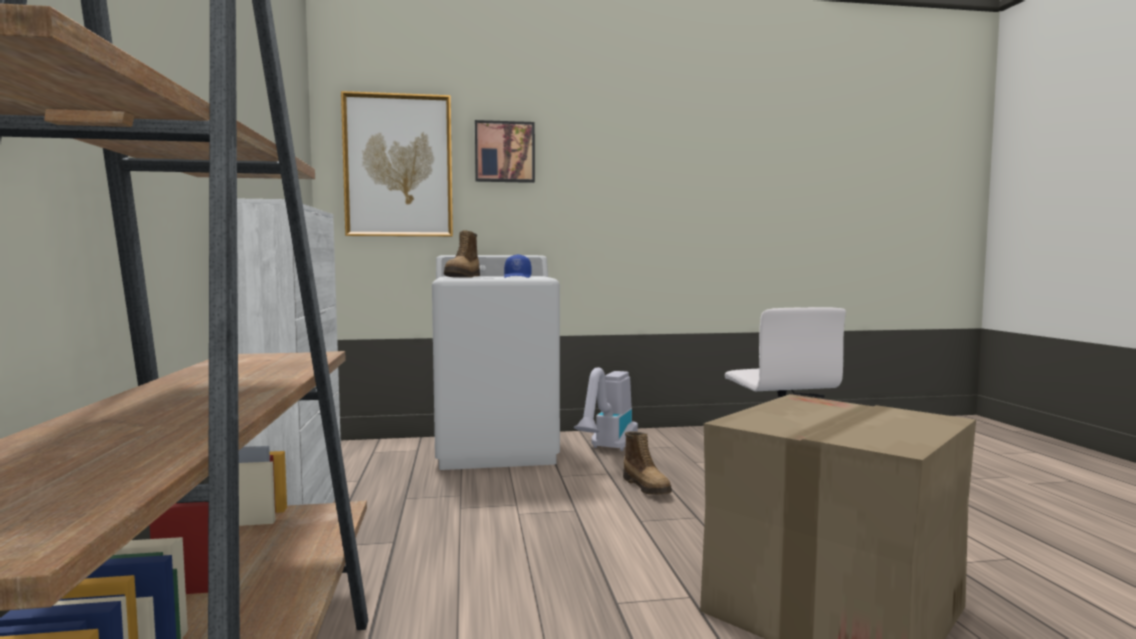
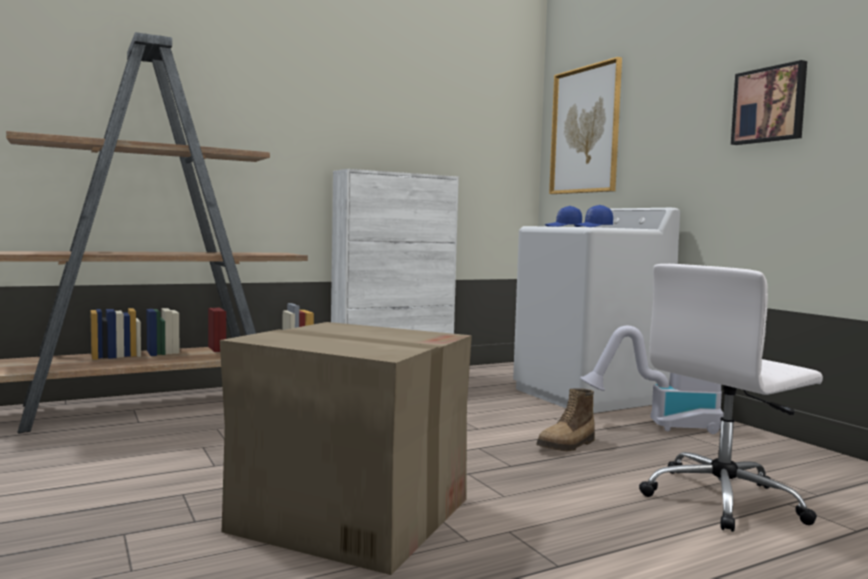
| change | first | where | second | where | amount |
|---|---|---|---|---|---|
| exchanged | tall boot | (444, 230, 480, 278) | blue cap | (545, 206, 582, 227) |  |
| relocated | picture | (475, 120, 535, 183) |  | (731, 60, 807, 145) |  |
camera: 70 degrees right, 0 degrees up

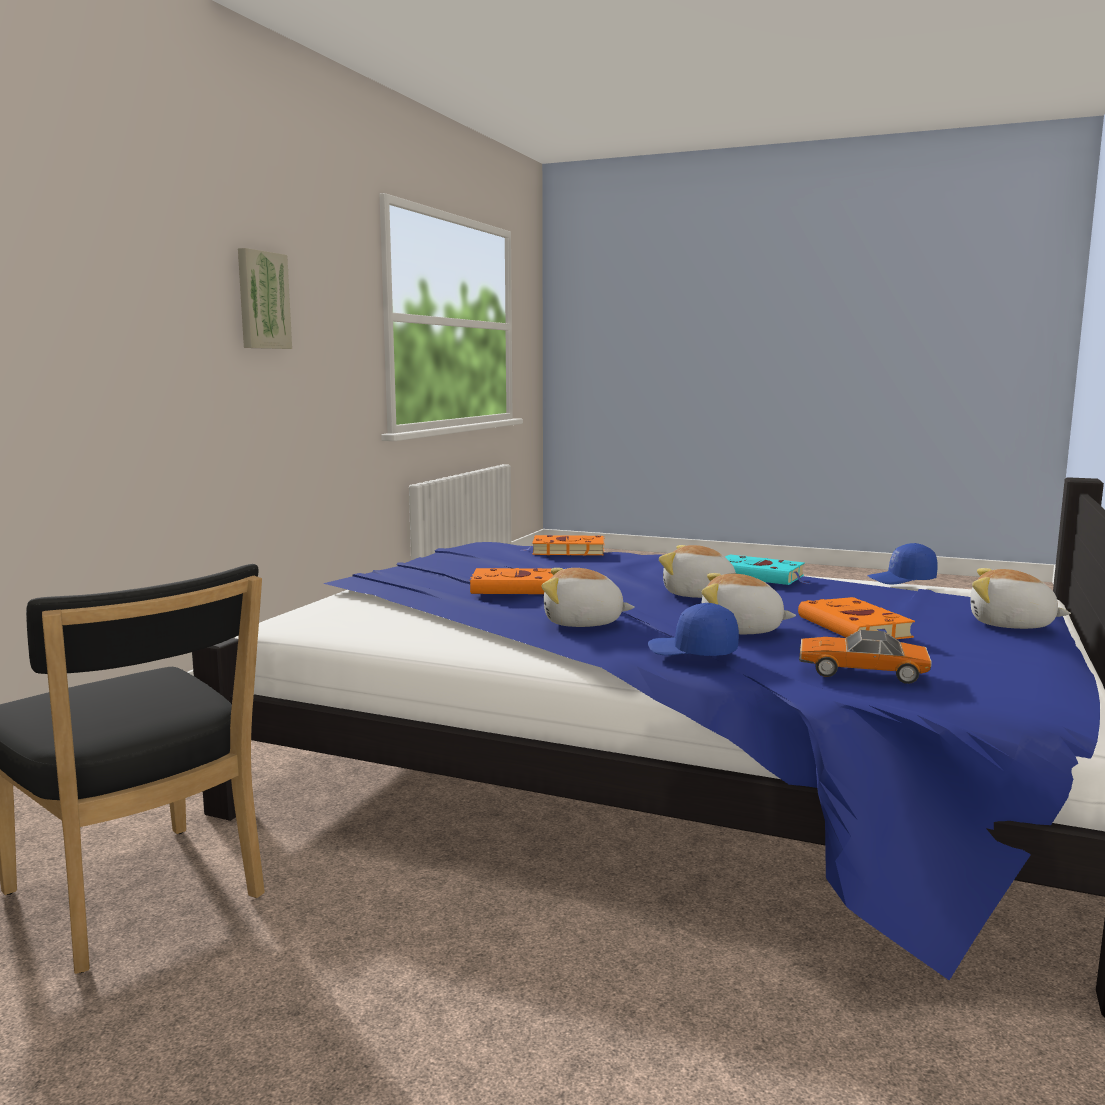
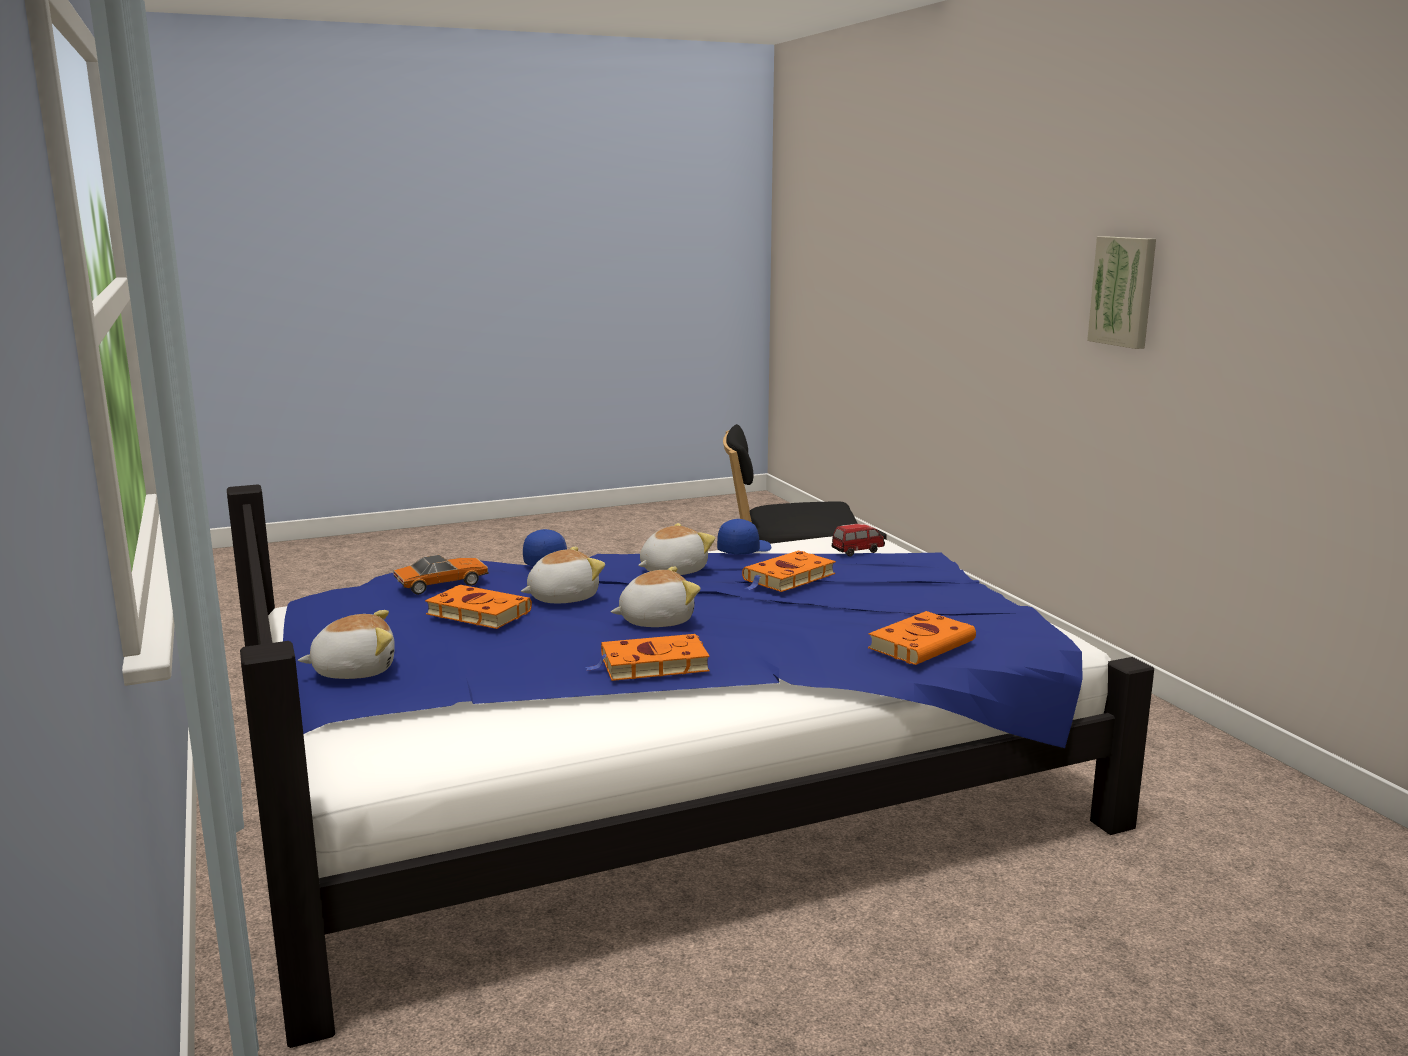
| change | first | where | second | where | amount |
|---|---|---|---|---|---|
| relocated | picture | (238, 248, 292, 349) |  | (1087, 236, 1156, 349) |  |
| colour | blue-green book | (725, 555, 811, 585) | orange book | (586, 634, 710, 681) |  |
| relocated | blue cap | (867, 543, 938, 584) |  | (717, 519, 771, 555) |  |
| appeared |  |  | miniature car | (832, 524, 885, 556) |  |
camera: 135 degrees right, 5 degrees up

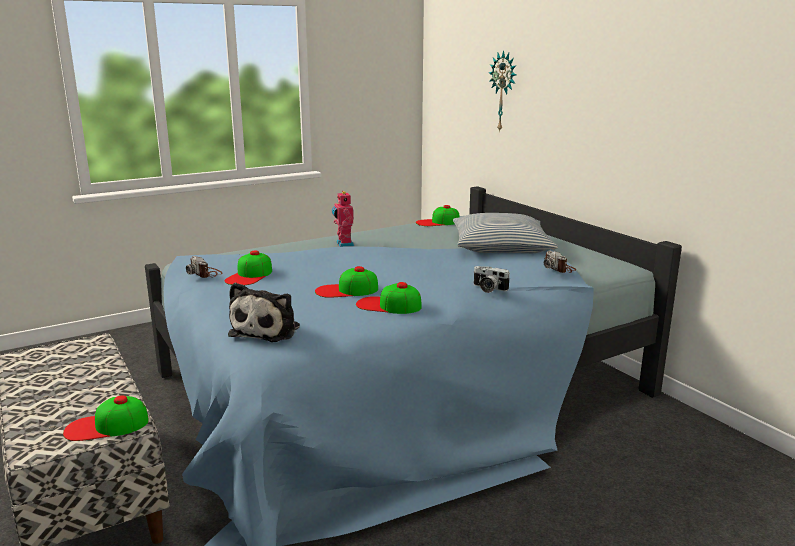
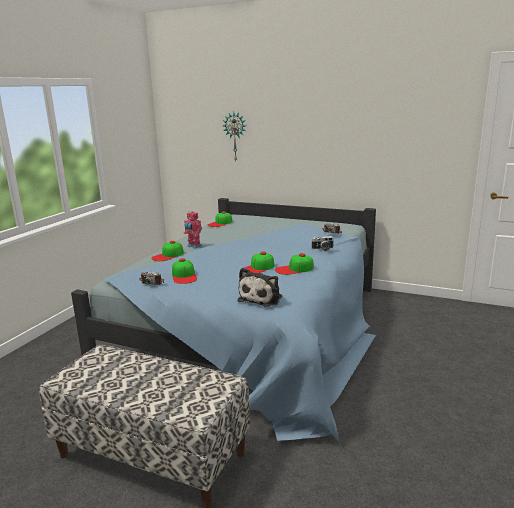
| change | first | where | second | where | amount |
|---|---|---|---|---|---|
| relocated | cap | (63, 395, 149, 441) |  | (151, 241, 184, 261) |  |
| spun | cuddly toy | (228, 282, 300, 342) |  | (238, 268, 282, 307) | 45 degrees clockwise |
| missing | pillow | (453, 213, 558, 253) |  |  |  |
camera: 35 degrees left, 0 degrees up

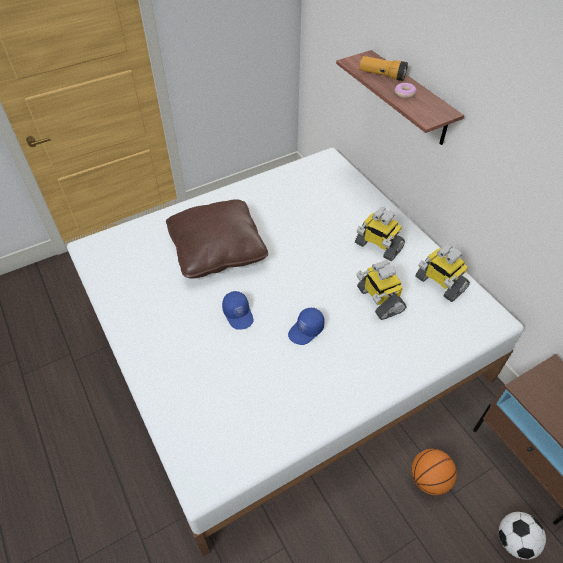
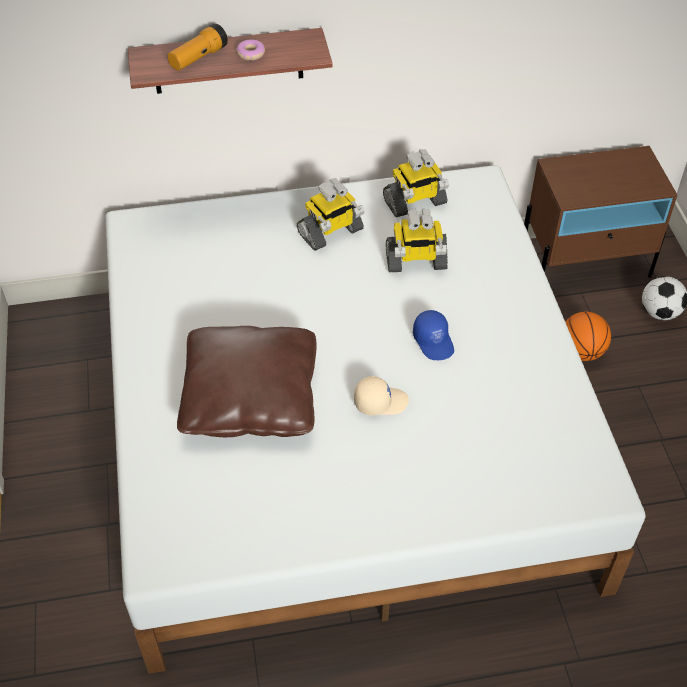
| change | first | where | second | where | amount |
|---|---|---|---|---|---|
| colour | blue cap | (222, 291, 253, 330) | sand-coloured cap | (354, 376, 409, 415) |  |
camera: 70 degrees left, 0 degrees up

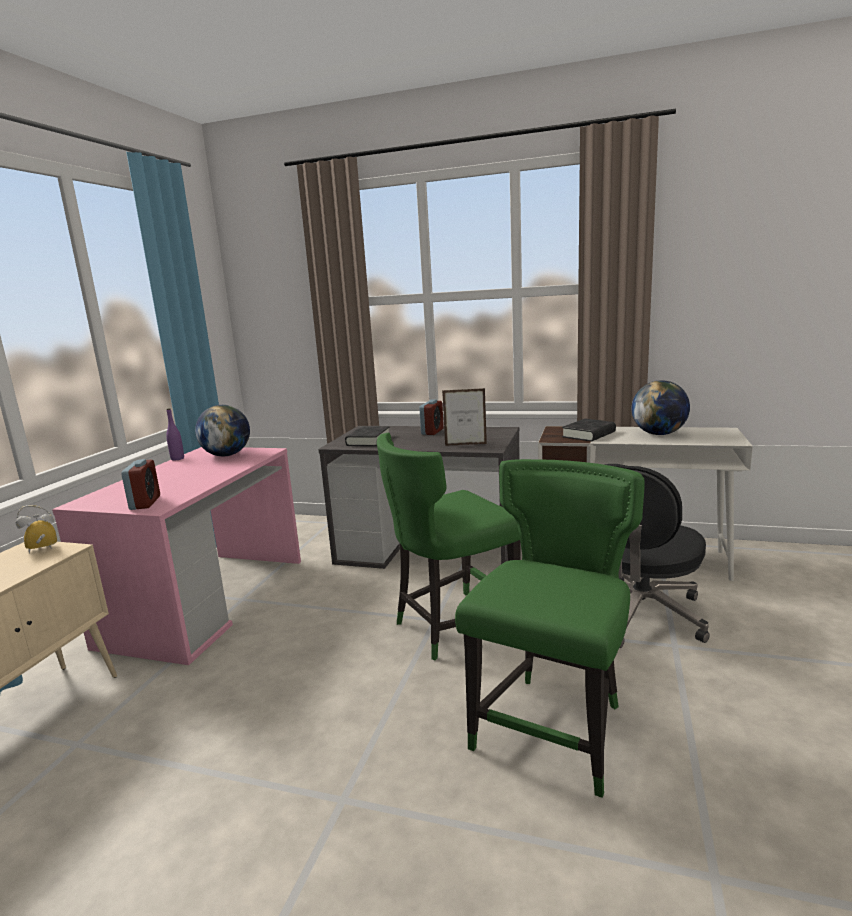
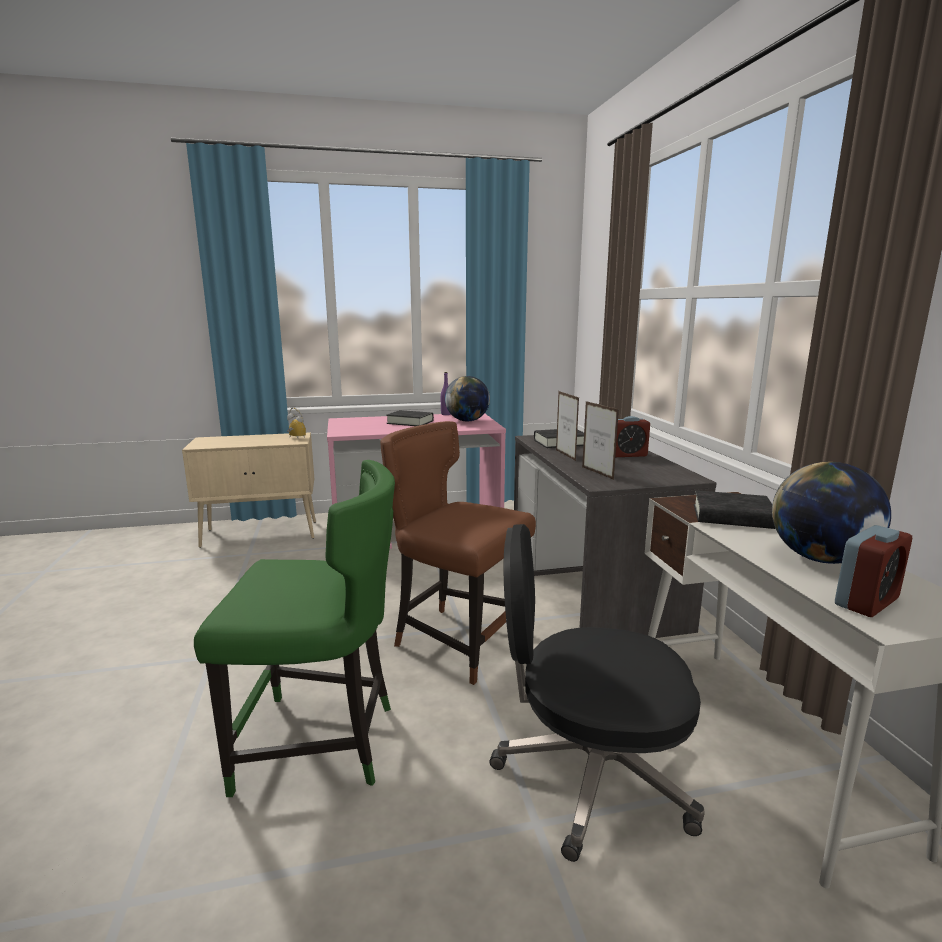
| change | first | where | second | where | amount |
|---|---|---|---|---|---|
| relocated | table clock | (121, 459, 160, 510) |  | (835, 525, 912, 617) |  |
| colour | green upright chair | (377, 433, 521, 661) | brown-coloured upright chair | (380, 421, 536, 685) |  |
| appeared |  |  | black book | (386, 410, 434, 426) |  |
| appeared |  |  | photo frame | (556, 391, 579, 461) |  |
camera: 60 degrees right, 0 degrees up

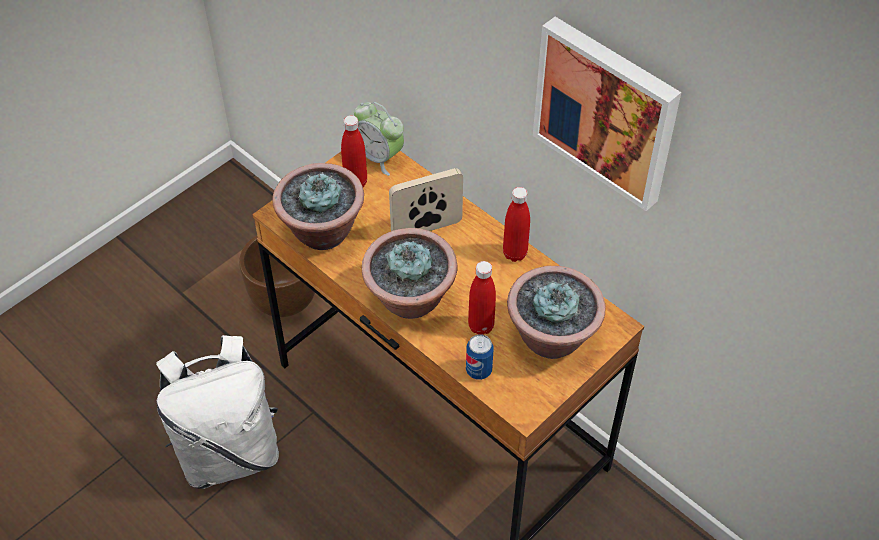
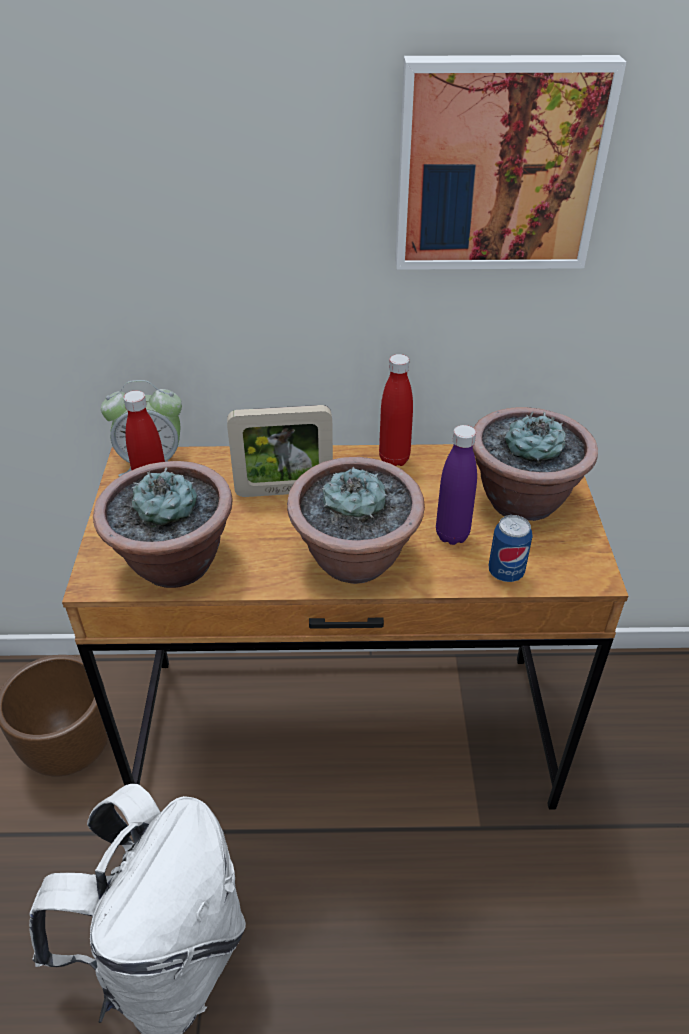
| change | first | where | second | where | amount |
|---|---|---|---|---|---|
| spun | photo frame | (389, 168, 463, 231) |  | (227, 405, 333, 497) | 120 degrees counterclockwise |
| colour | reddish beverage bottle | (468, 261, 496, 335) | purple-coloured beverage bottle | (436, 425, 477, 545) |  |
camera: 45 degrees left, 10 degrees down

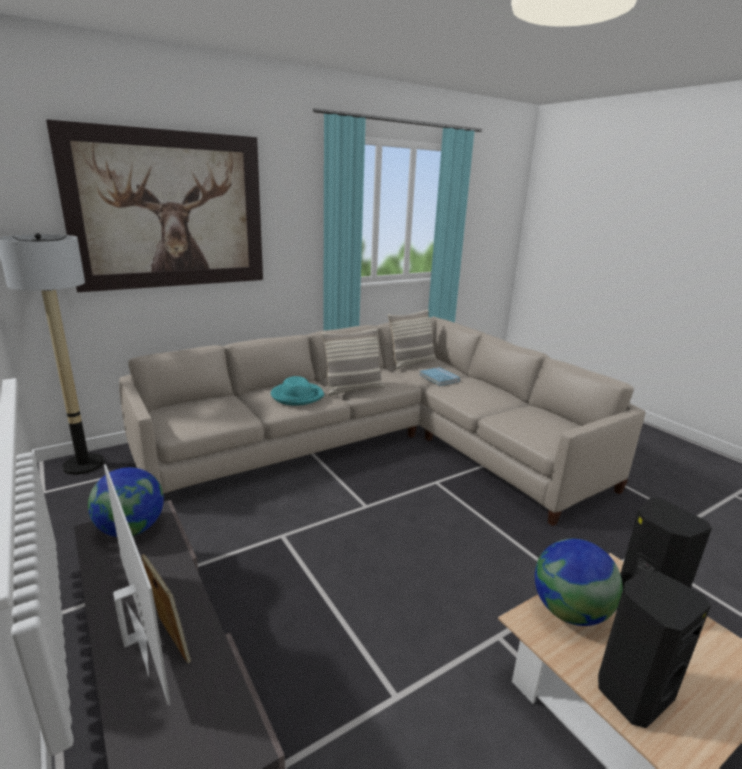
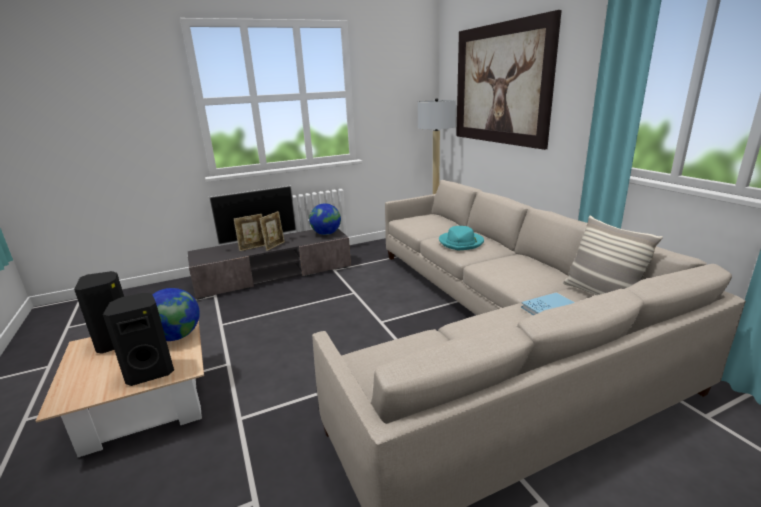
| change | first | where | second | where | amount |
|---|---|---|---|---|---|
| missing | pillow | (321, 328, 384, 397) |  |  |  |
| appeared |  |  | photo frame | (260, 211, 285, 251) |  |
camera: 100 degrees right, 0 degrees up

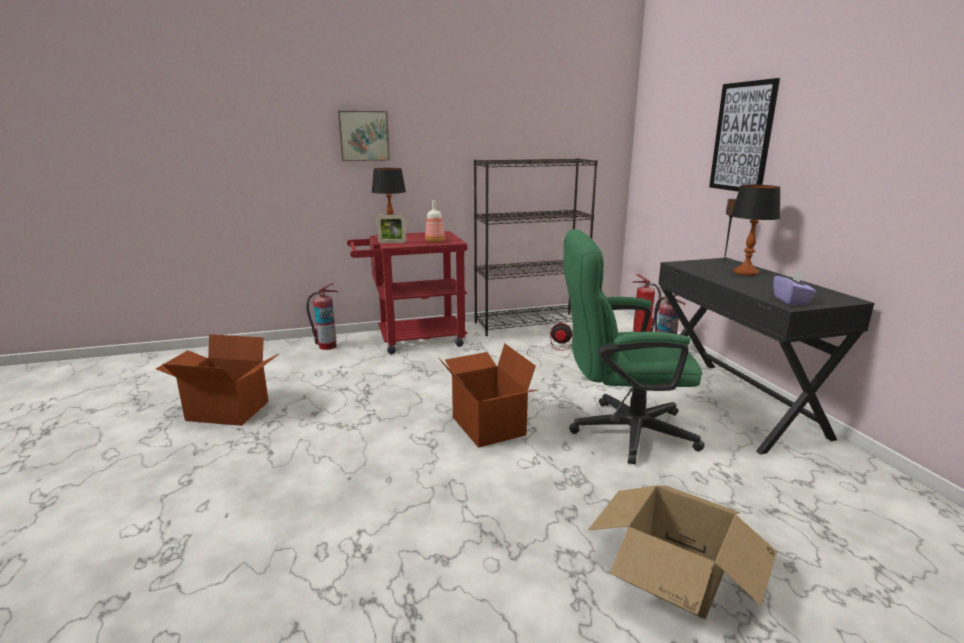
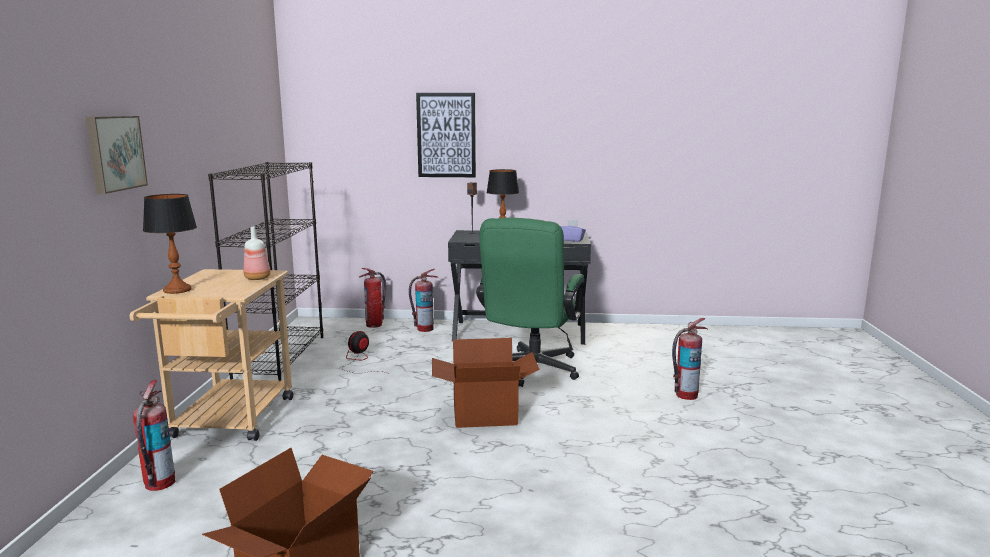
| change | first | where | second | where | amount |
|---|---|---|---|---|---|
| colour | reddish trolley | (347, 231, 468, 354) | sand-coloured trolley | (130, 269, 293, 441) |  |
| missing | photo frame | (377, 214, 406, 243) |  |  |  |
| exchanged | packing box | (588, 485, 777, 619) | extinguisher | (672, 318, 708, 400) |  |
camera: 70 degrees left, 5 degrees down

